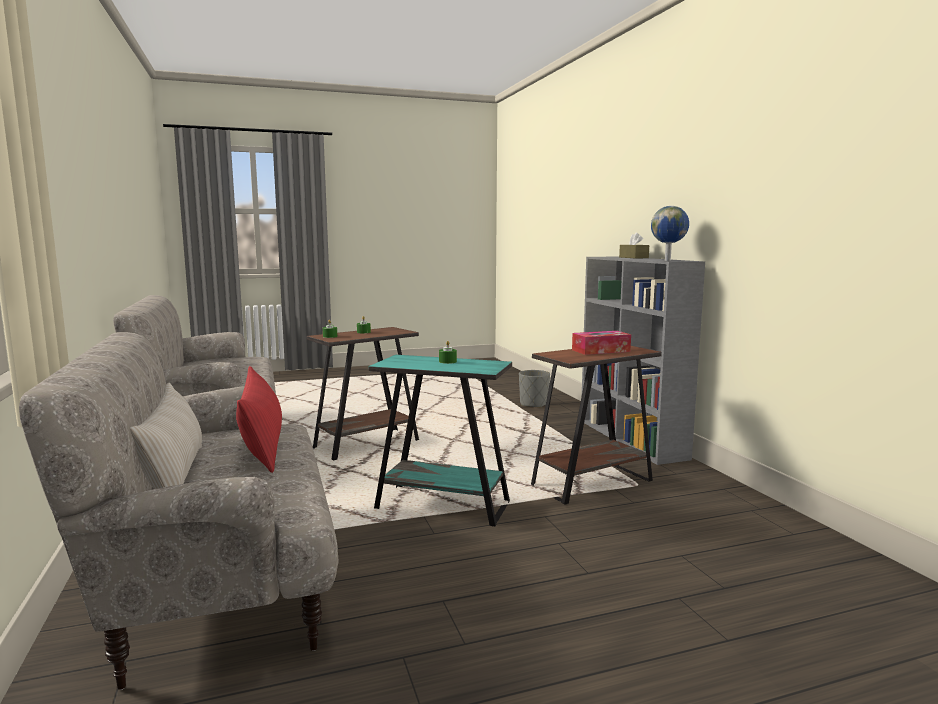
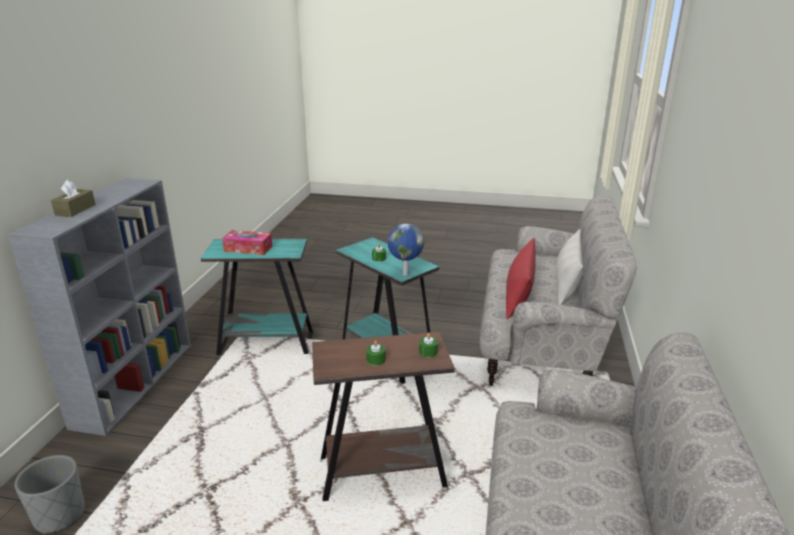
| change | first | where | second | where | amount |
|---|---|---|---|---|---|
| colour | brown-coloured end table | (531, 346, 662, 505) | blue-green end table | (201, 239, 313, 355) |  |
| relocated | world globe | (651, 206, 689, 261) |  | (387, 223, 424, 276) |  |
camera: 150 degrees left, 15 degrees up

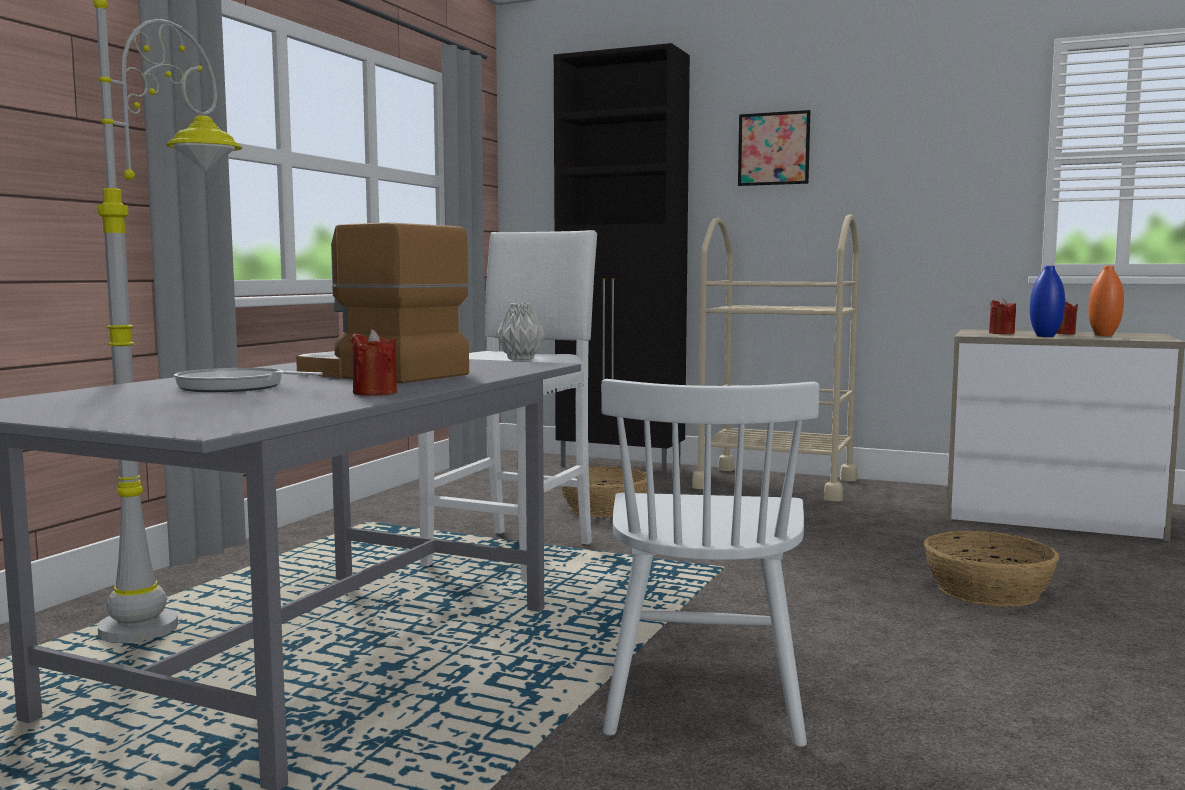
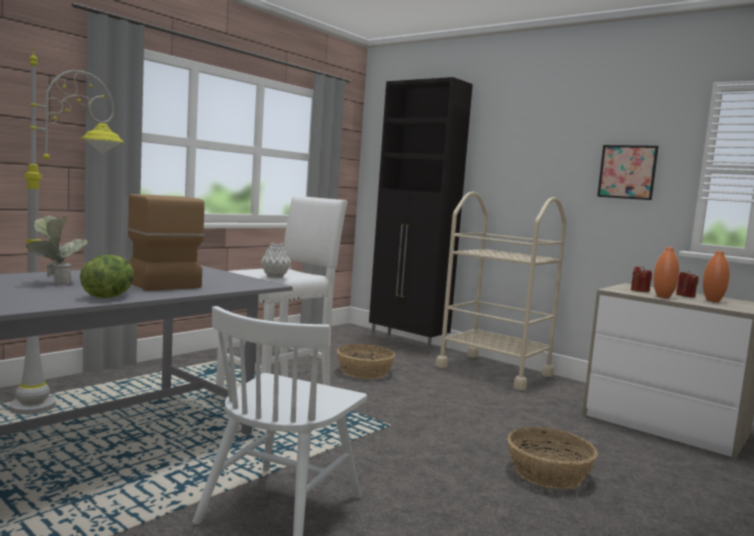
| change | first | where | second | where | amount |
|---|---|---|---|---|---|
| exchanged | skillet | (174, 368, 323, 392) | potted plant | (26, 216, 88, 286) |  |
| exchanged | reddish wax candle | (351, 329, 397, 396) | lettuce | (80, 255, 134, 298) |  |
| relocated | picture | (738, 110, 810, 186) |  | (597, 145, 659, 200) |  |
| colour | blue vase | (1030, 266, 1065, 337) | orange vase | (653, 247, 679, 298) |  |
camera: 15 degrees right, 0 degrees up

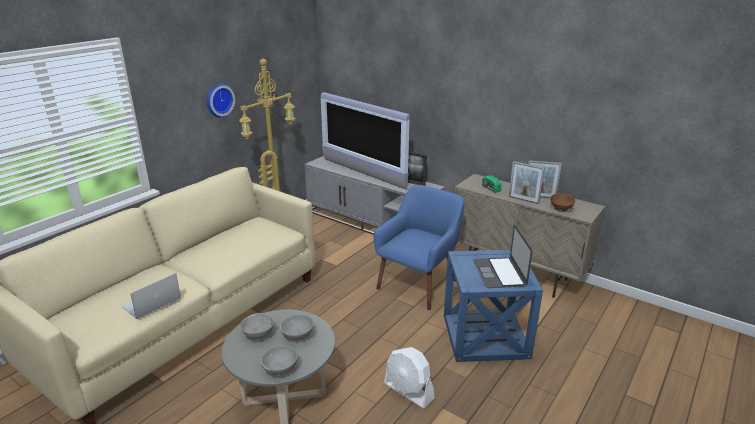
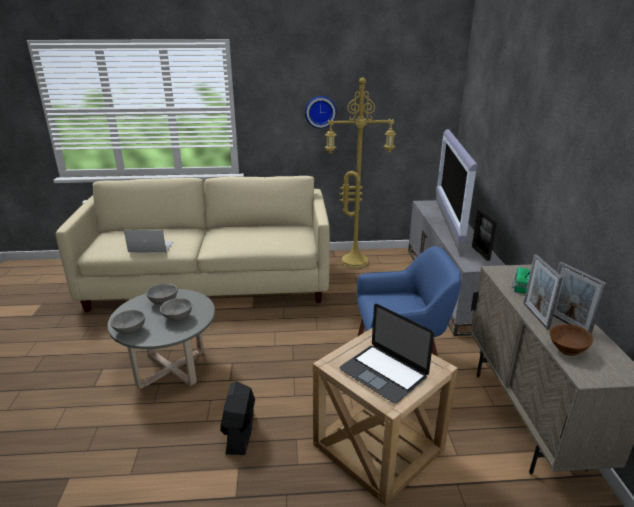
| change | first | where | second | where | amount |
|---|---|---|---|---|---|
| colour | white-coloured cooling fan | (384, 347, 435, 408) | black cooling fan | (220, 381, 255, 455) |  |
| colour | blue end table | (444, 250, 543, 362) | sand-coloured end table | (313, 328, 458, 506) |  |
| spun | laptop | (473, 225, 533, 288) |  | (339, 304, 434, 403) | 90 degrees counterclockwise |
camera: 50 degrees right, 0 degrees up

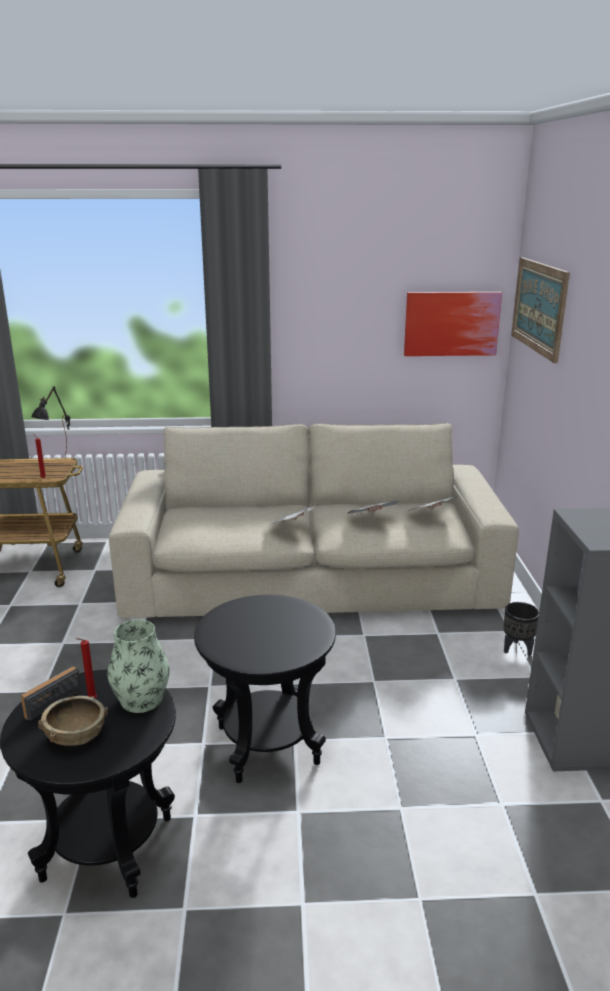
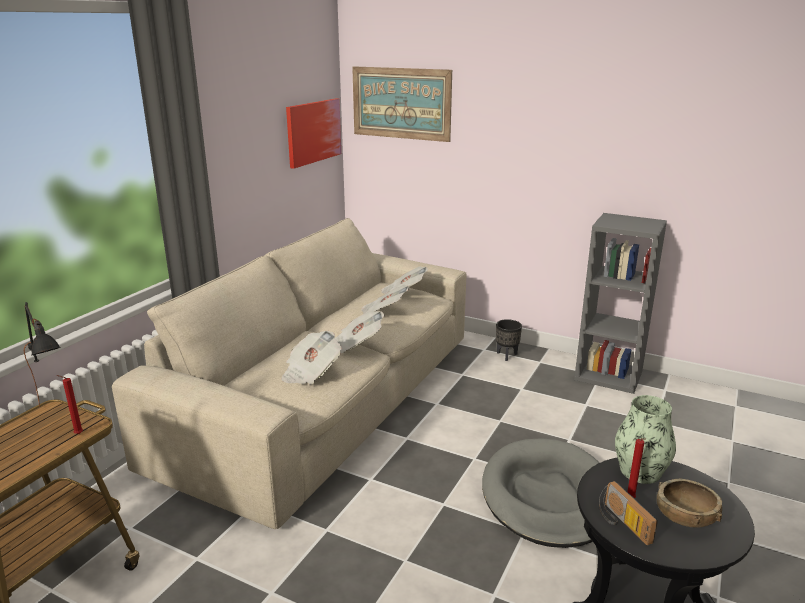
| change | first | where | second | where | amount |
|---|---|---|---|---|---|
| exchanged | black end table | (194, 595, 336, 783) | grey dog cushion | (482, 438, 599, 548) |  |
| appeared |  |  | printed paper | (281, 331, 341, 385) |  |
camera: 60 degrees left, 0 degrees up

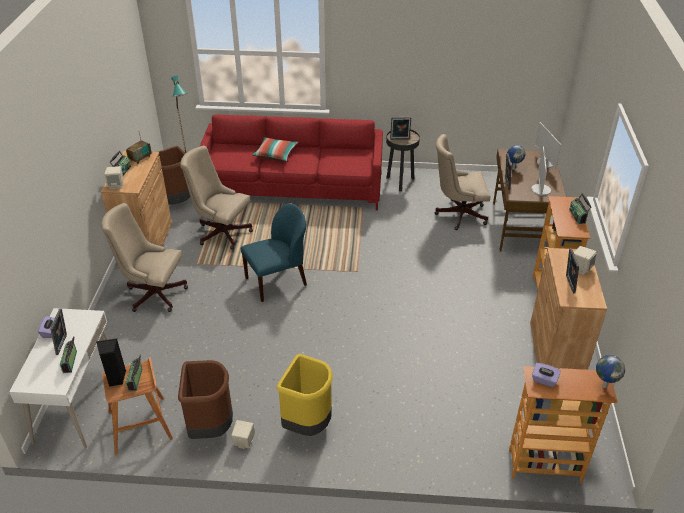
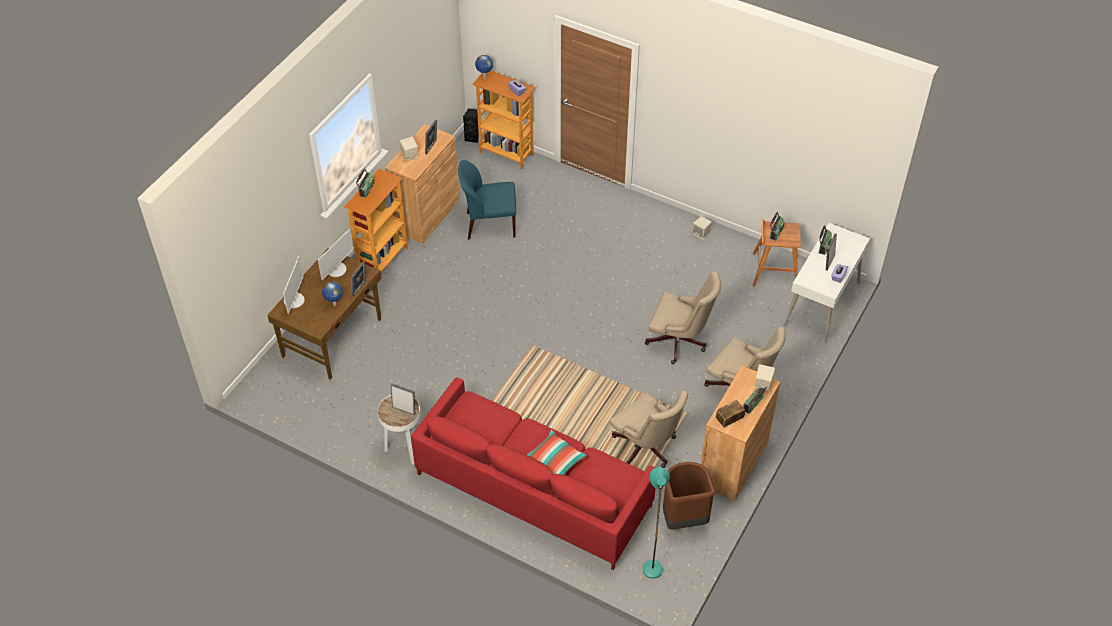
| change | first | where | second | where | amount |
|---|---|---|---|---|---|
| relocated | black audio speaker | (96, 338, 126, 387) |  | (463, 108, 479, 143) |  |
| missing | brown-coloured rubbish bin | (178, 360, 233, 439) |  |  |  |
| relocated | blue upright chair | (241, 203, 307, 302) |  | (458, 160, 516, 239) |  |
| missing | yellow rubbish bin | (277, 354, 333, 436) |  |  |  |
| colour | black end table | (386, 129, 420, 192) | white-coloured end table | (378, 395, 421, 465) |  |
| relocated | sand-coloured office chair | (435, 134, 490, 230) |  | (645, 271, 721, 364) |  |
camera: 155 degrees left, 10 degrees up

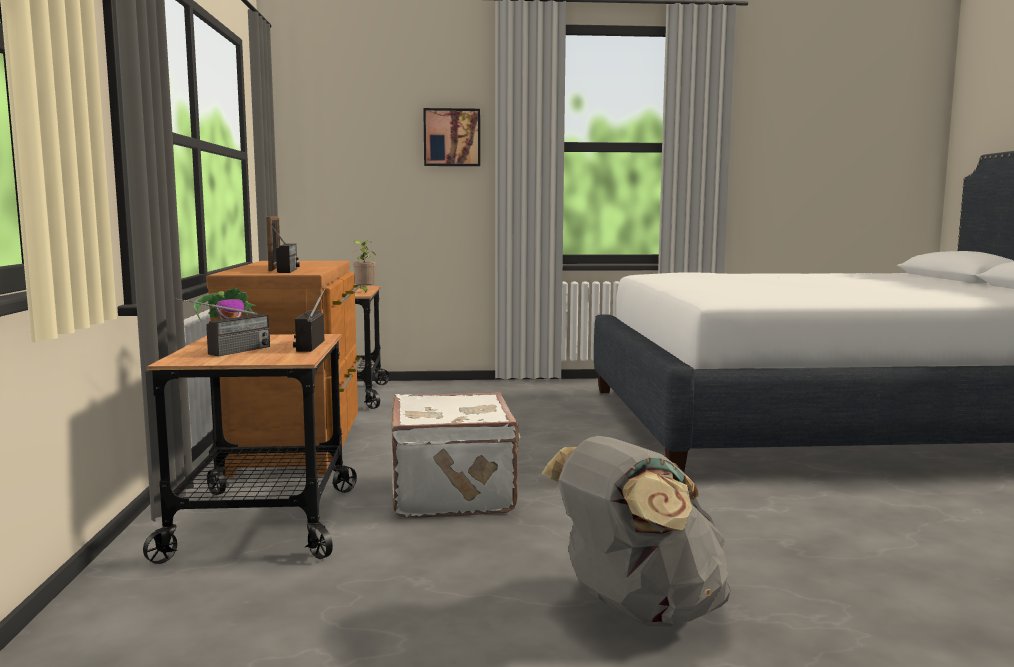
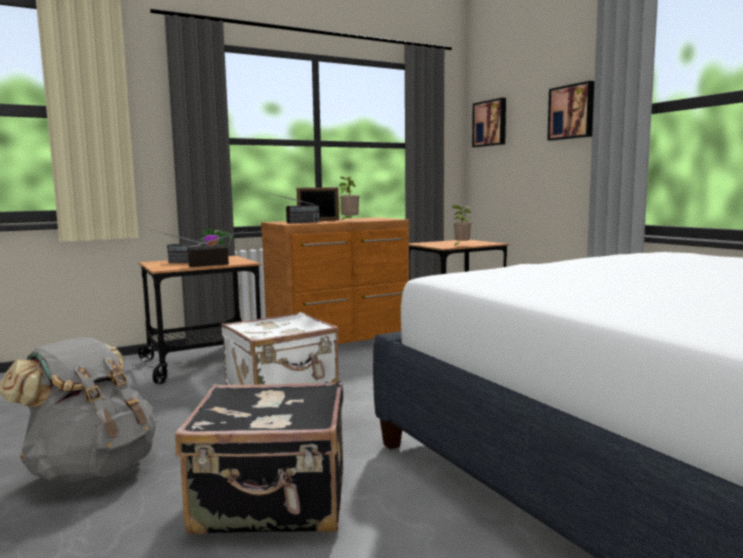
| change | first | where | second | where | amount |
|---|---|---|---|---|---|
| appeared |  |  | black piece of luggage | (175, 381, 343, 535) |  |
| appeared |  |  | potted plant | (339, 176, 360, 220) |  |
| appeared |  |  | picture | (472, 98, 506, 147) |  |
camera: 65 degrees right, 0 degrees up

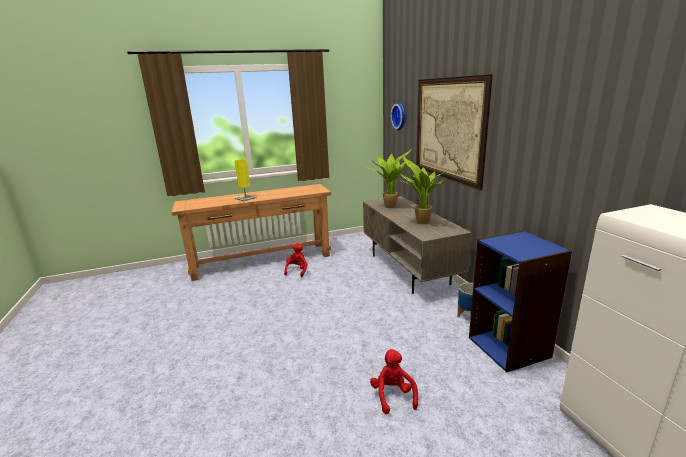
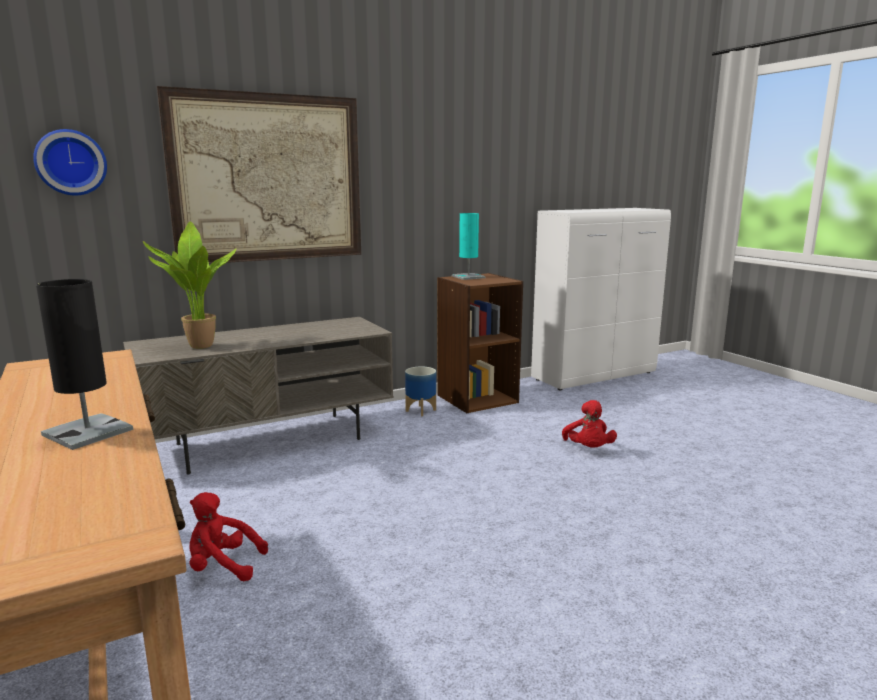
| change | first | where | second | where | amount |
|---|---|---|---|---|---|
| colour | yellow lamp for a table | (235, 159, 257, 202) | black lamp for a table | (36, 279, 133, 450) |  |
| spun | reddish cuddly toy | (370, 349, 418, 414) |  | (562, 400, 617, 447) | 75 degrees counterclockwise |
| missing | potted plant | (396, 156, 448, 224) |  |  |  |
| colour | blue bookshelf | (469, 231, 572, 373) | brown-coloured bookshelf | (437, 273, 523, 413) |  |
| appeared |  |  | blue-green lamp for a table | (452, 213, 486, 280) |  |
camera: 100 degrees left, 5 degrees down

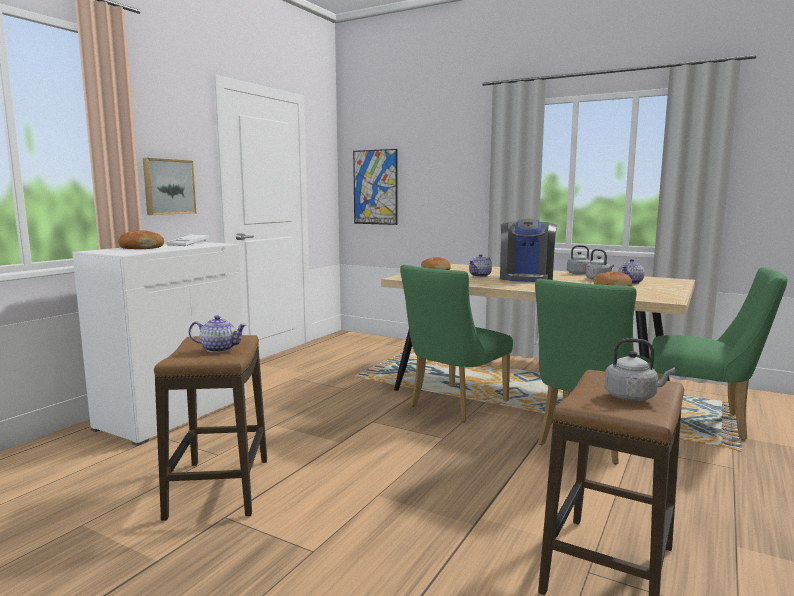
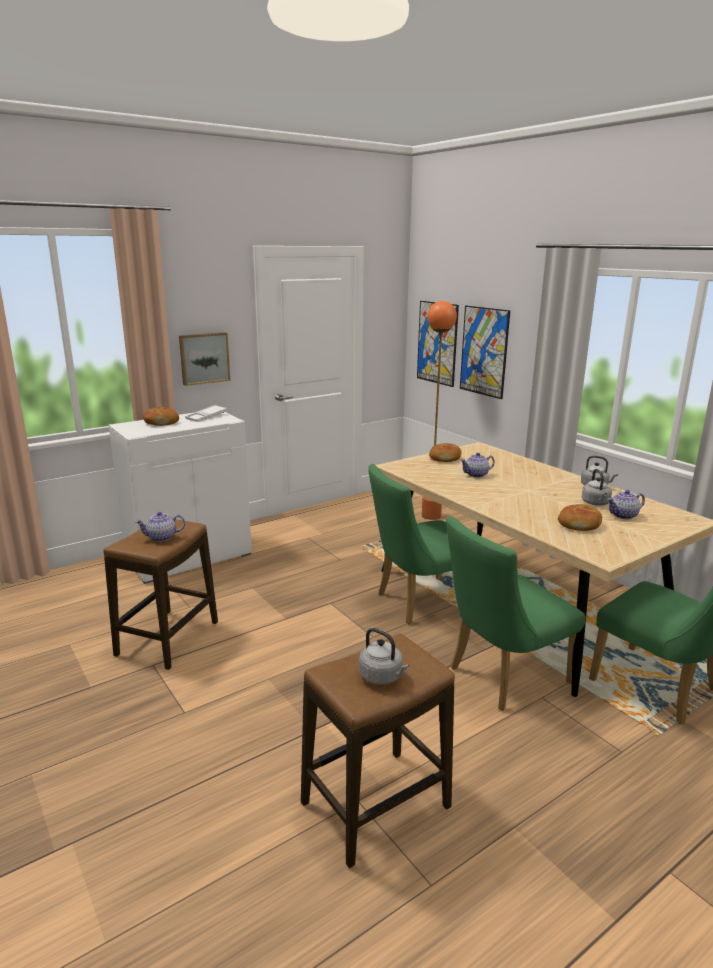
| change | first | where | second | where | amount |
|---|---|---|---|---|---|
| spun | teapot | (189, 315, 247, 353) |  | (135, 512, 185, 542) | 135 degrees clockwise |
| missing | coffee machine | (500, 219, 557, 282) |  |  |  |
| appeared |  |  | orange standard lamp | (422, 301, 457, 520) |  |
| appeared |  |  | picture | (460, 306, 510, 399) |  |
camera: 25 degrees right, 10 degrees up

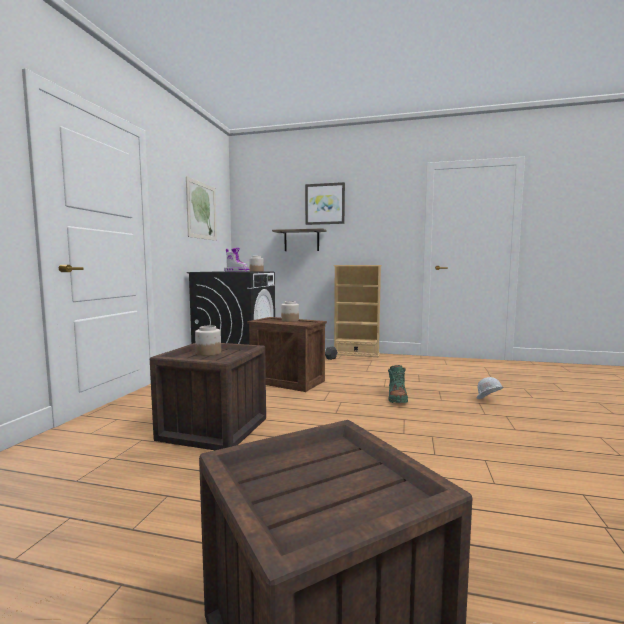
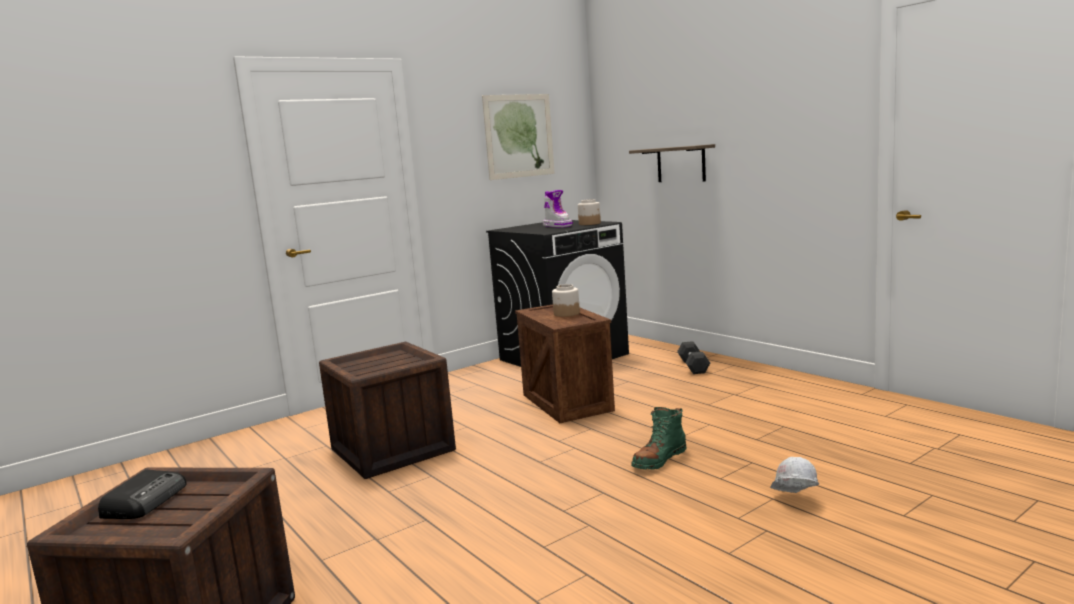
| change | first | where | second | where | amount |
|---|---|---|---|---|---|
| missing | preserve jar | (195, 326, 221, 356) |  |  |  |
| missing | picture | (305, 182, 345, 225) |  |  |  |
| missing | sand-coloured bookshelf | (334, 265, 382, 357) |  |  |  |
| appeared |  |  | radio | (98, 470, 187, 519) |  |
camera: 40 degrees right, 5 degrees up

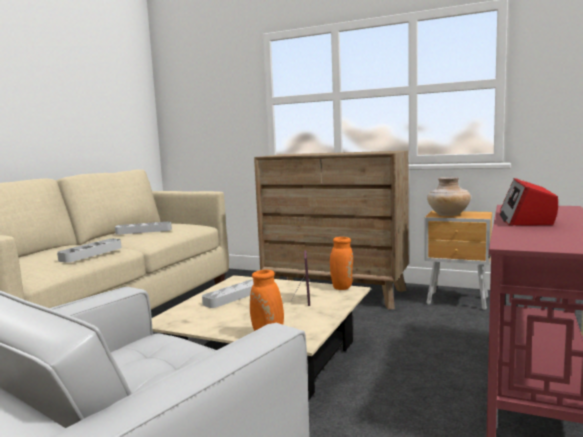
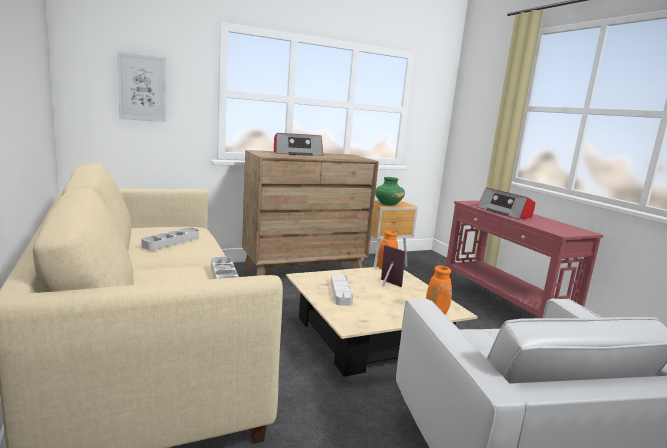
| change | first | where | second | where | amount |
|---|---|---|---|---|---|
| colour | sand-coloured vase | (427, 177, 471, 216) | green vase | (375, 177, 405, 206) |  |
| appeared |  |  | picture | (117, 52, 166, 122) |  |
| appeared |  |  | radio | (274, 133, 323, 156) |  |
camera: 50 degrees left, 5 degrees up

